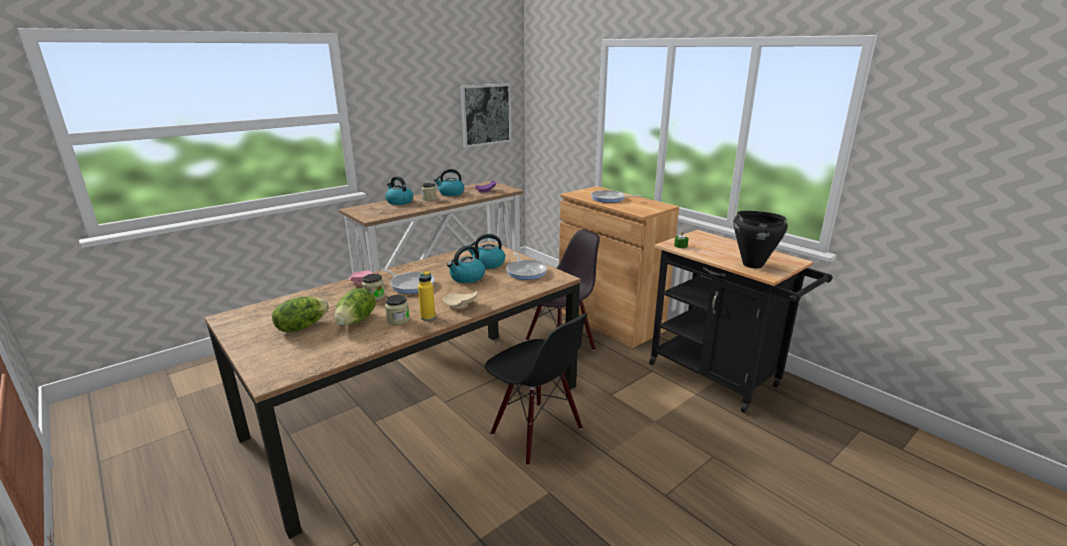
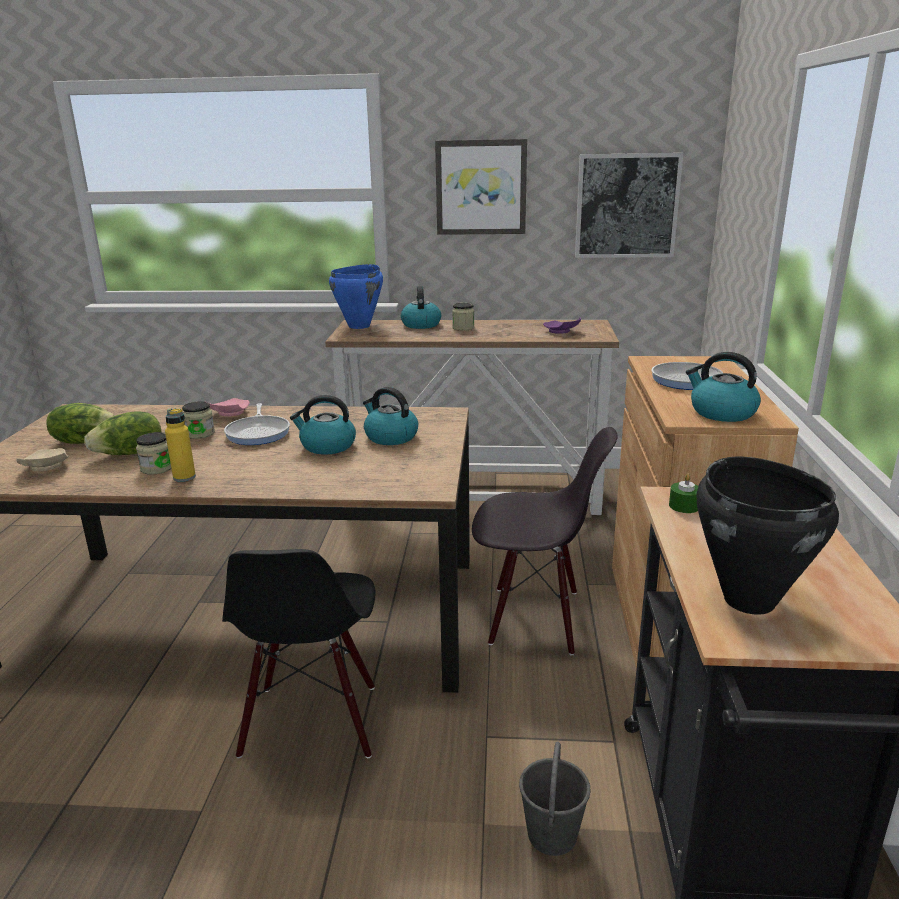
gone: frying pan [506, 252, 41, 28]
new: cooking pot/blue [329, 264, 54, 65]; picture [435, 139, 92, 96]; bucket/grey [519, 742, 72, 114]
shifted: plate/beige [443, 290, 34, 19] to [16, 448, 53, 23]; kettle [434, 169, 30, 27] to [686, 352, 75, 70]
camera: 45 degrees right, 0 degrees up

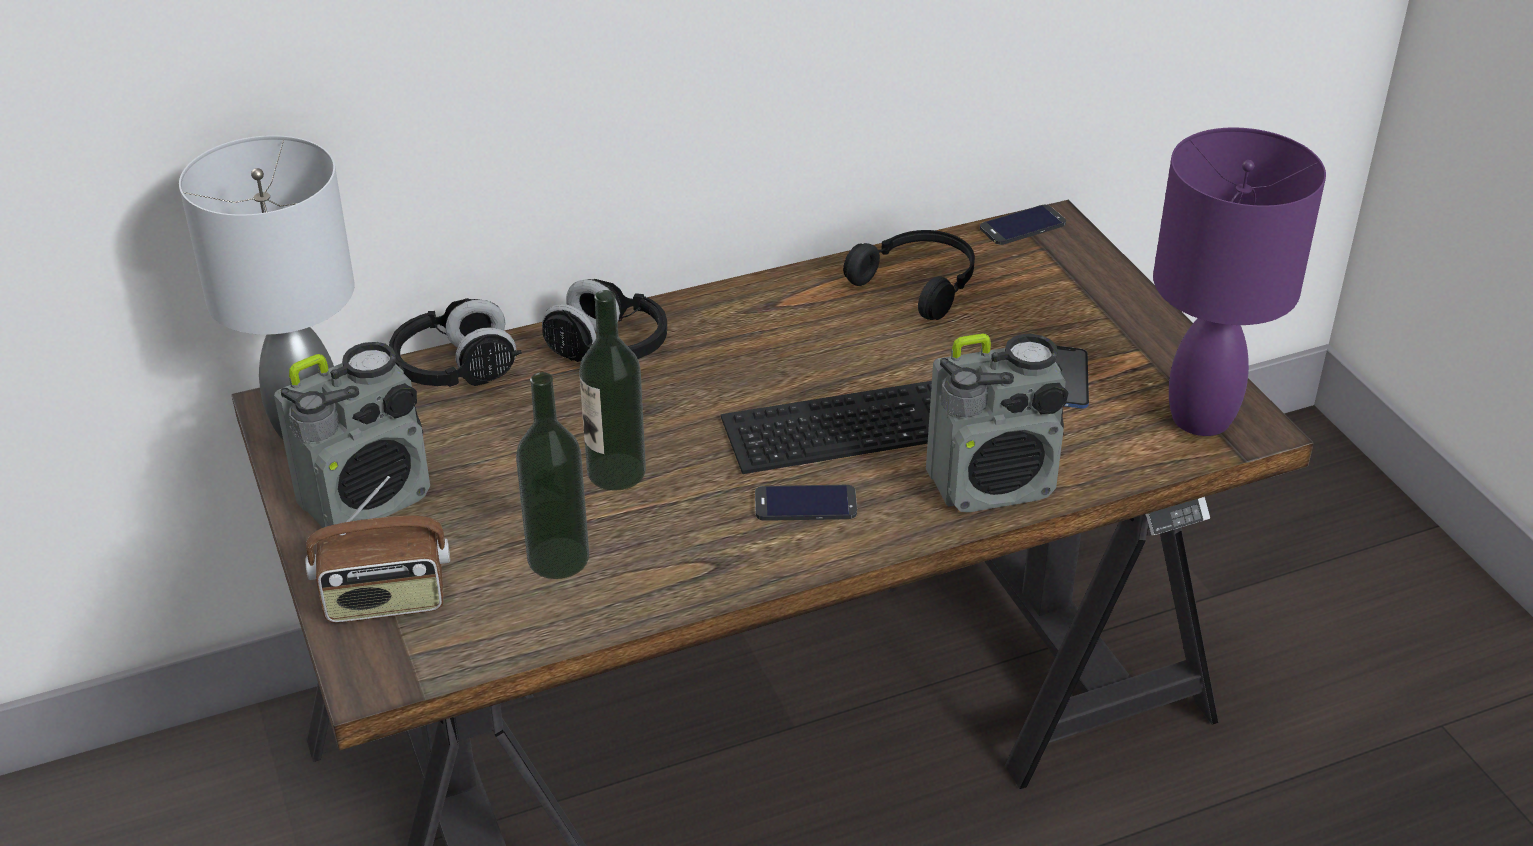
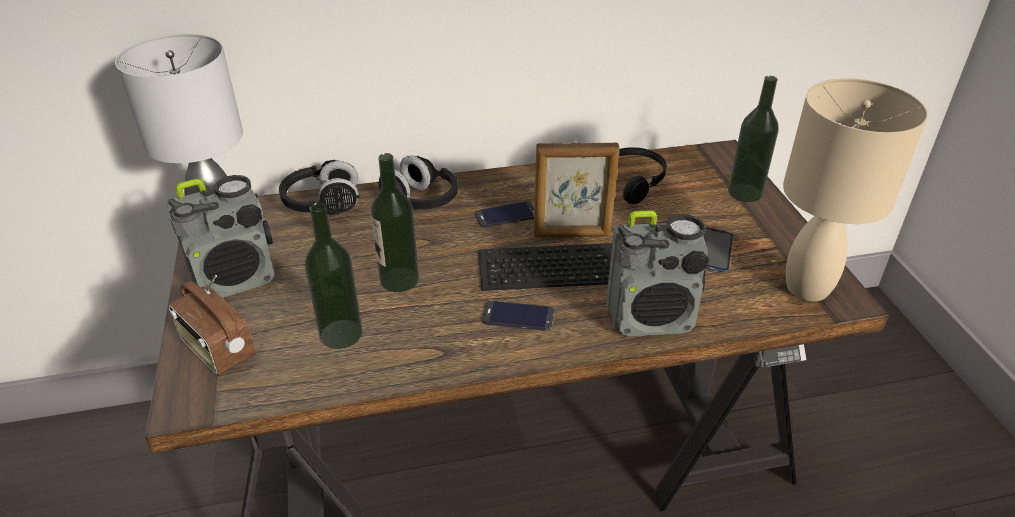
new: picture frame [534, 143, 86, 94]; bottle [728, 76, 51, 126]
shifted: phone [980, 205, 86, 40] to [475, 201, 59, 27]
repainted: table lamp/purple [1153, 128, 173, 308] to table lamp/beige [783, 78, 145, 224]
rotated: radio [305, 476, 145, 147] = [169, 275, 87, 100] 45 degrees clockwise
camera: 10 degrees right, 0 degrees up

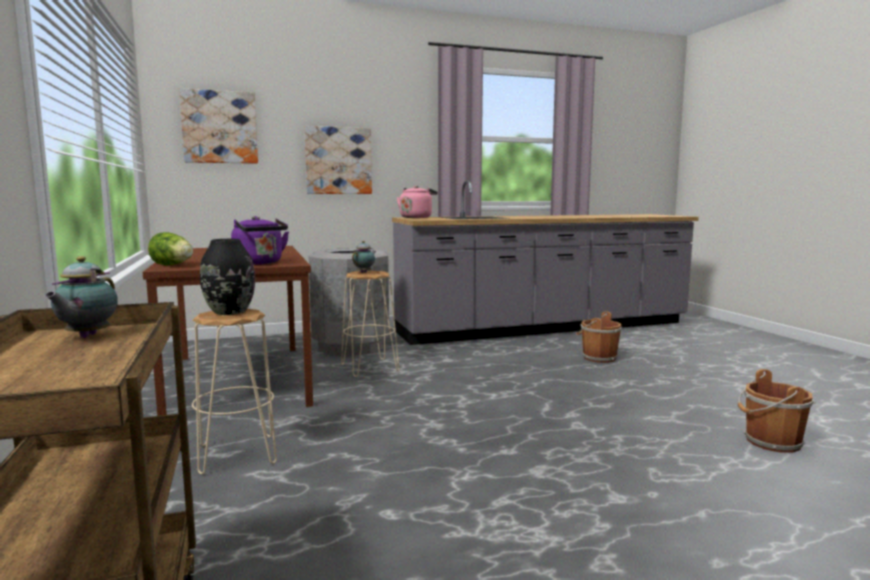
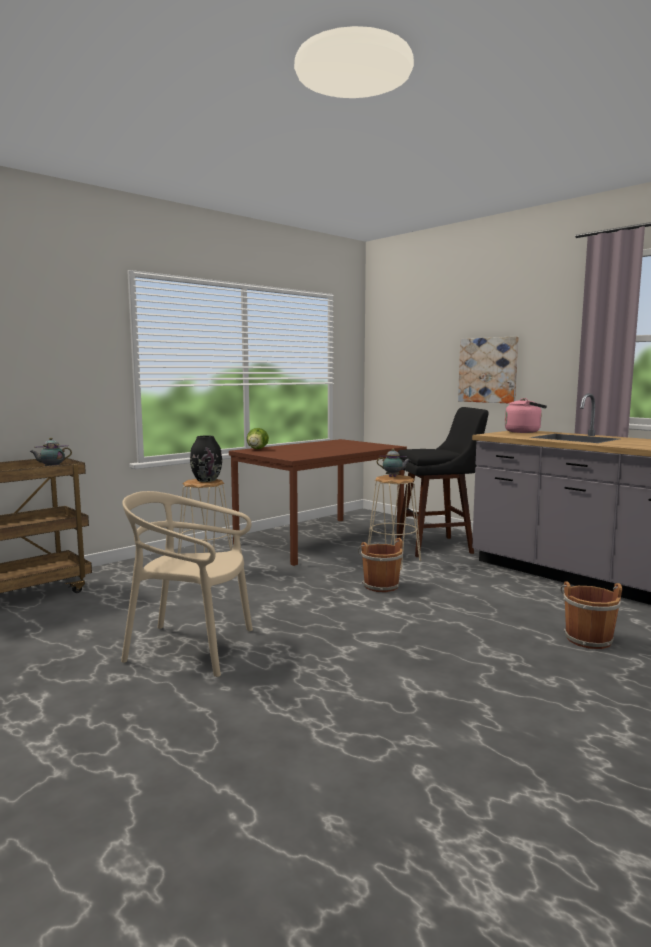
gone: picture [179, 88, 79, 76]; kettle/purple [231, 216, 58, 49]
new: chair/beige [121, 491, 132, 186]
shifted: bucket/brown [738, 369, 78, 84] to [358, 538, 45, 54]
swapped: trash can/grey [309, 248, 80, 108] to stool/black [397, 407, 92, 150]
camera: 65 degrees right, 0 degrees up

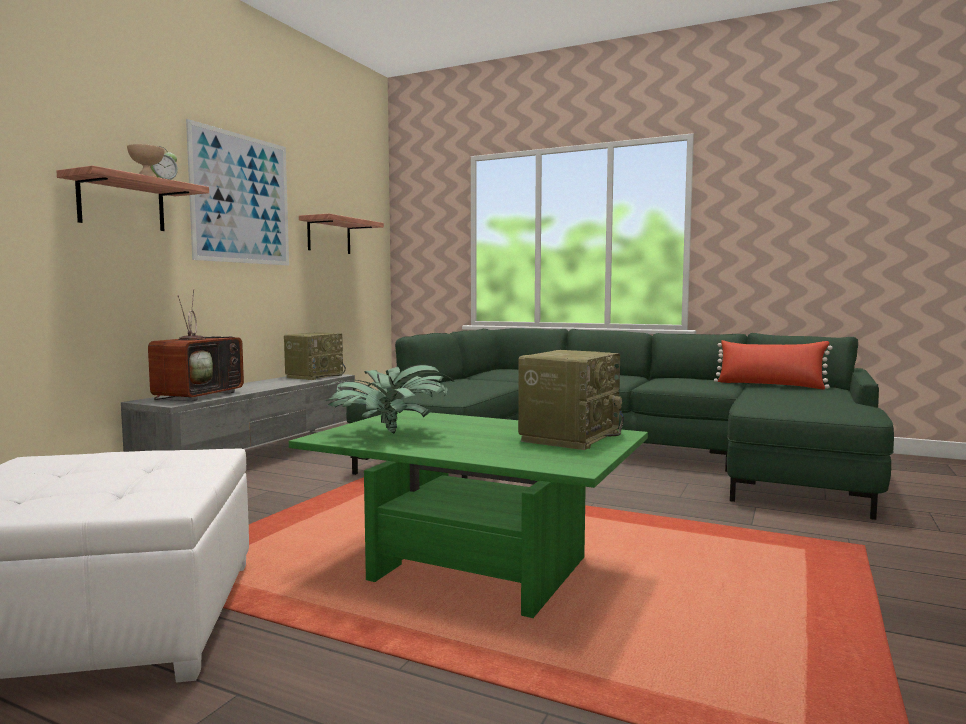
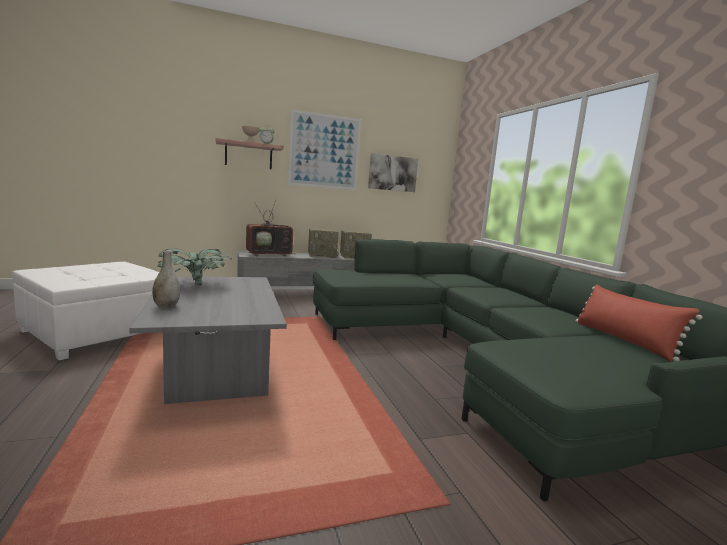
new: vase/grey [152, 251, 28, 57]
shifted: radio [518, 350, 106, 100] to [308, 228, 31, 30]
swapped: shelf [299, 214, 85, 40] to picture [368, 153, 50, 39]
repainted: coffee table/green [289, 410, 359, 208] to coffee table/grey [129, 276, 158, 128]
camera: 45 degrees right, 5 degrees up

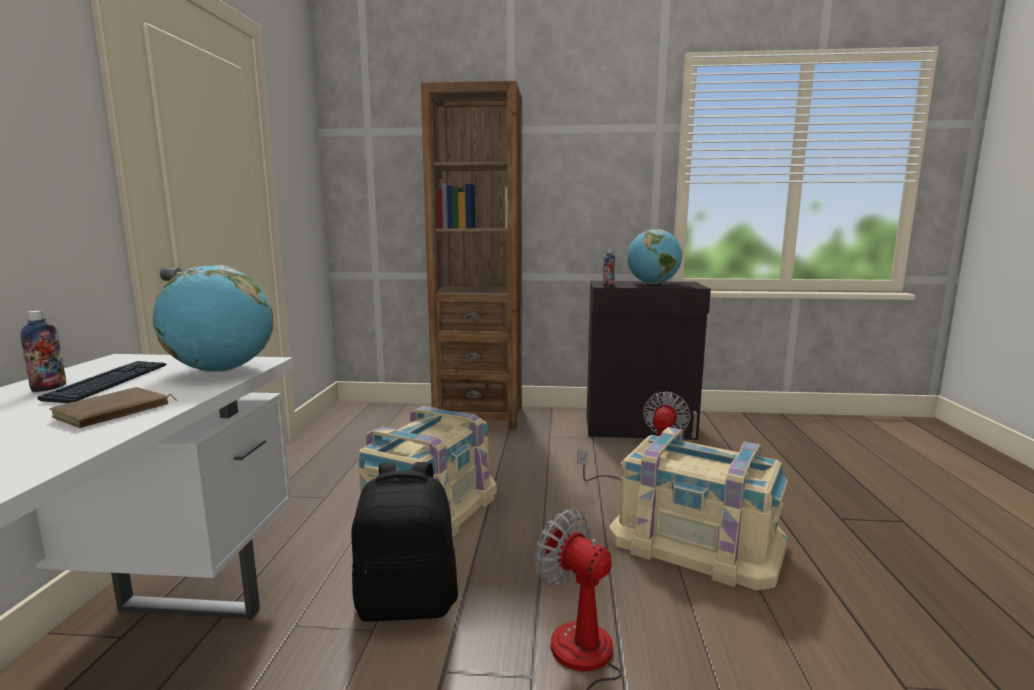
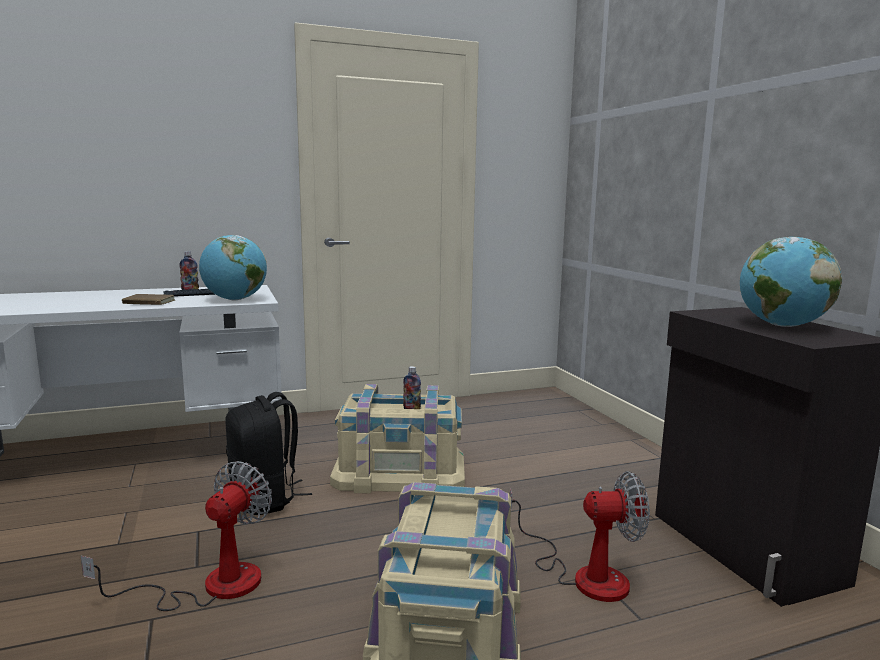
gone: bookcase/brown [421, 81, 101, 349]
shifted: bottle [603, 249, 12, 38] to [403, 366, 18, 43]
camera: 65 degrees right, 0 degrees up

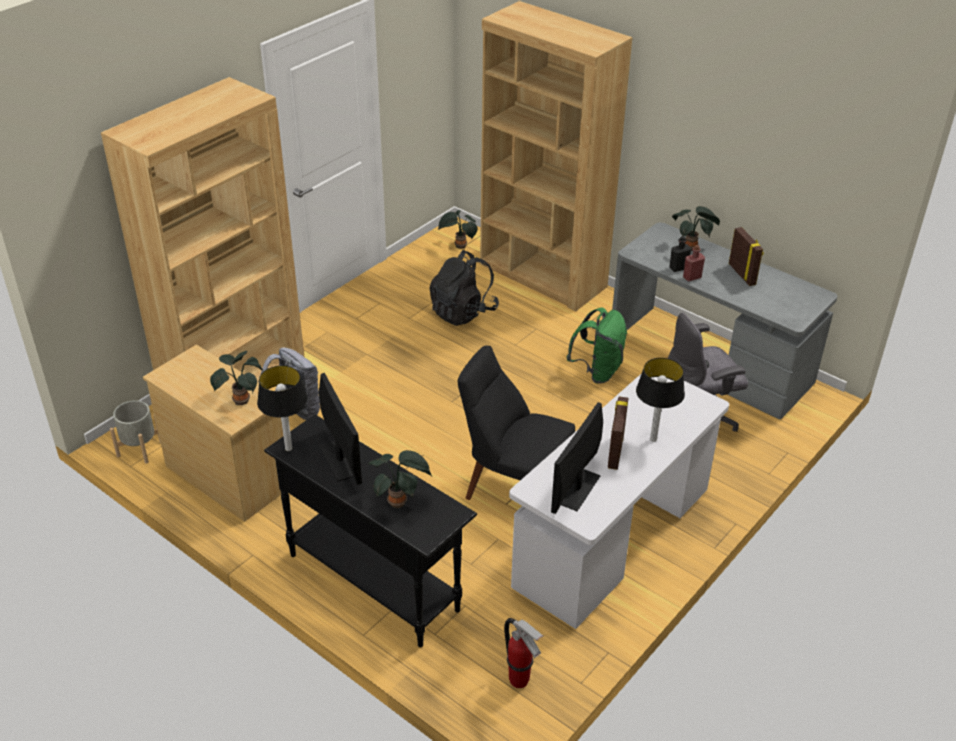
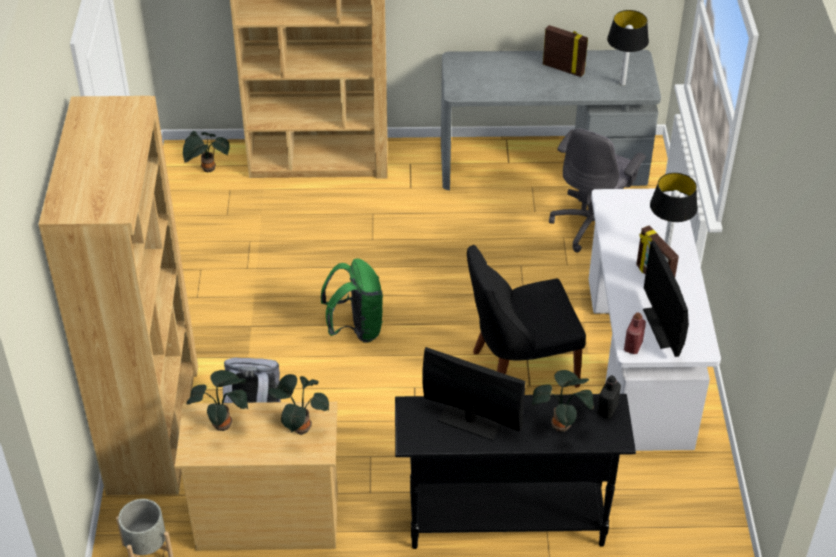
gone: backpack/black [429, 250, 70, 76]; fire extinguisher [504, 618, 40, 70]
shifted: potted plant [672, 206, 48, 45] to [187, 370, 61, 61]; backpack/green [567, 307, 60, 77] to [321, 258, 62, 85]; bottle/black [669, 236, 22, 36] to [597, 375, 24, 43]; table lamp [257, 365, 51, 86] to [607, 10, 42, 76]; bottle/red [683, 245, 22, 36] to [624, 312, 22, 42]
camera: 40 degrees left, 5 degrees up

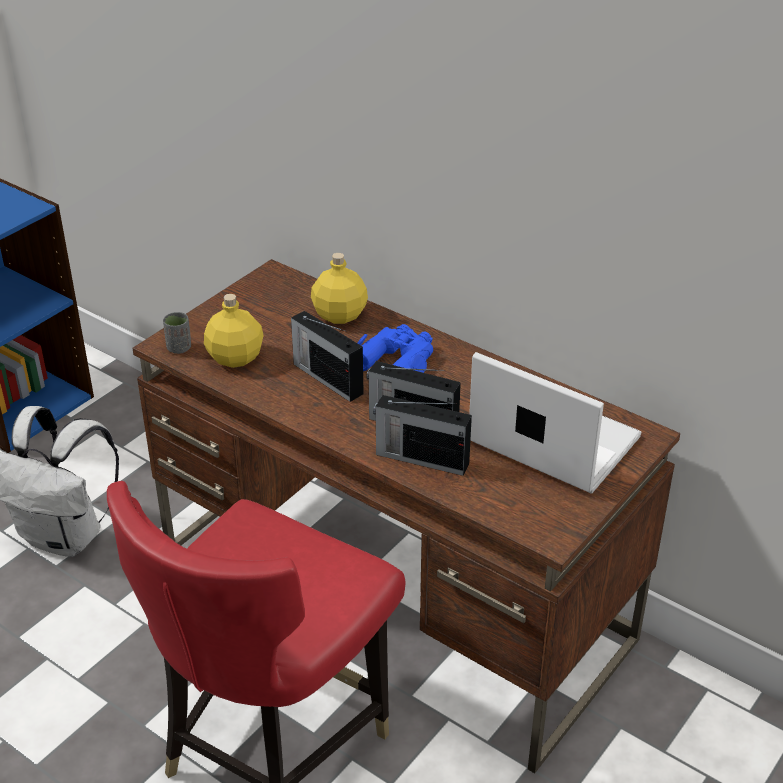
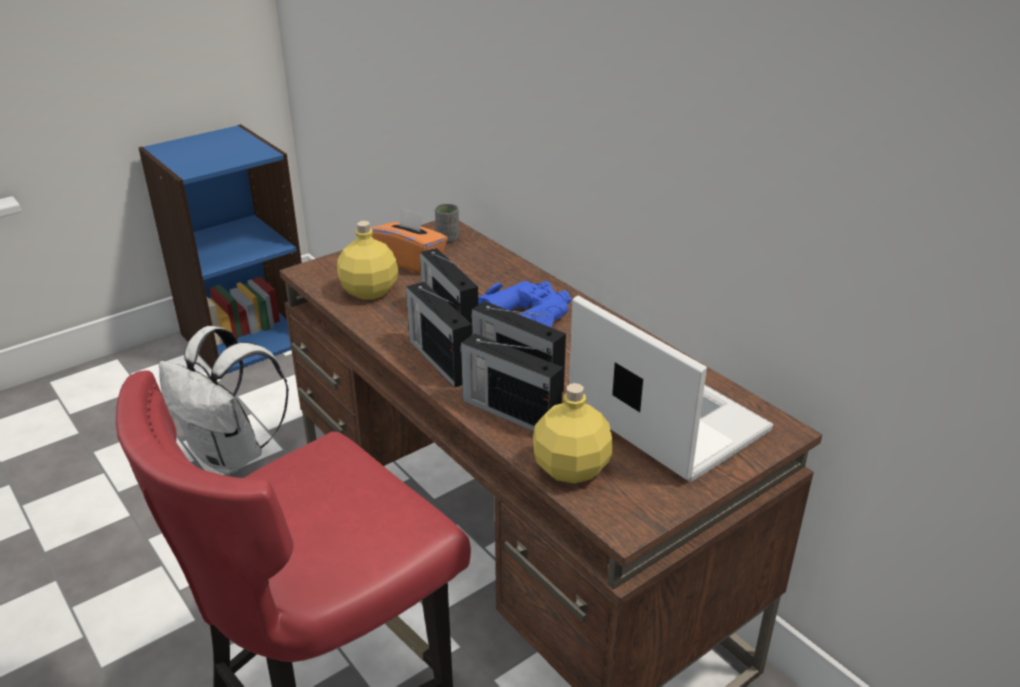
new: tissue box/orange [371, 207, 77, 66]; radio [406, 282, 66, 105]
shifted: cup/grey [163, 312, 28, 42] to [435, 203, 24, 40]; bottle/yellow [311, 253, 57, 71] to [533, 383, 80, 101]
camera: 15 degrees right, 5 degrees down

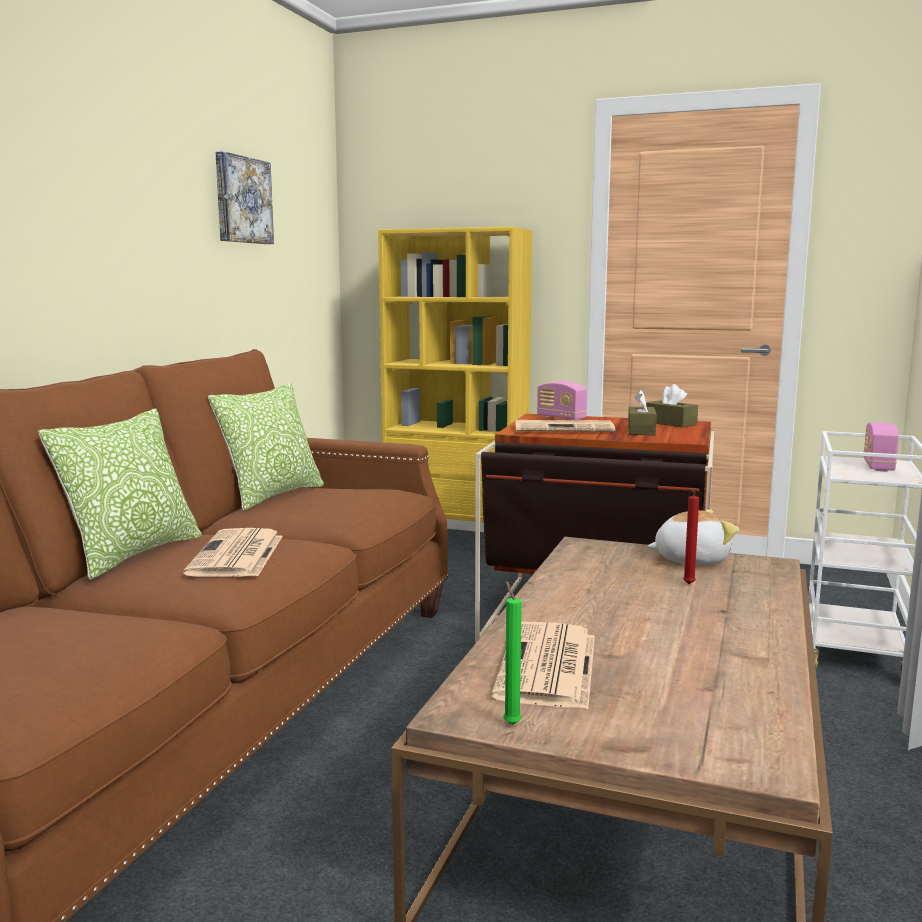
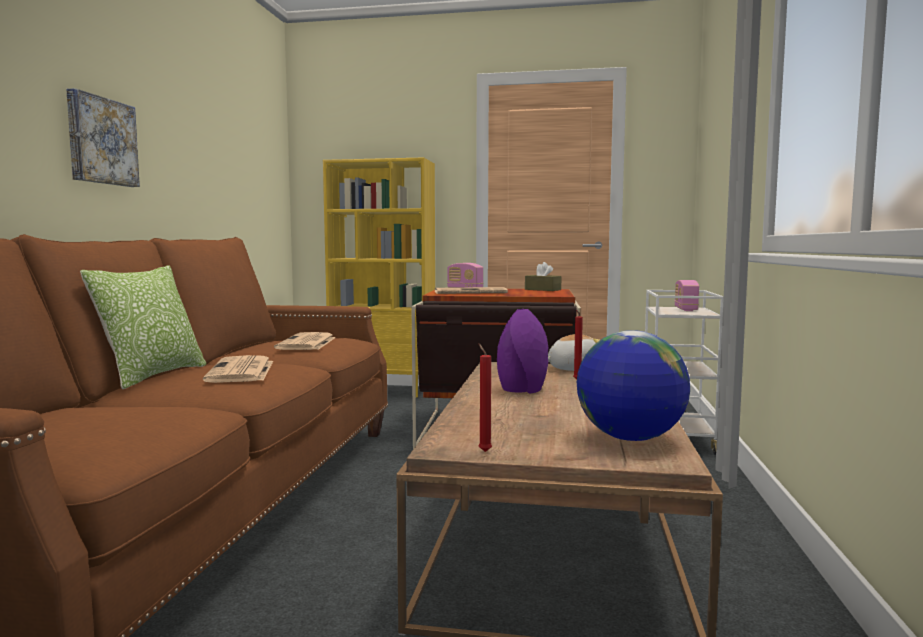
gone: pillow [208, 383, 116, 128]; tissue box/brown [628, 390, 29, 45]
new: vase/purple [497, 309, 51, 84]; globe [577, 330, 113, 111]
shifted: picture [215, 151, 59, 93] to [66, 88, 74, 99]; newspaper [492, 621, 103, 88] to [274, 332, 62, 18]
repainted: candle/green [503, 581, 19, 144] to candle/red [479, 344, 13, 108]
camera: 10 degrees left, 5 degrees down

